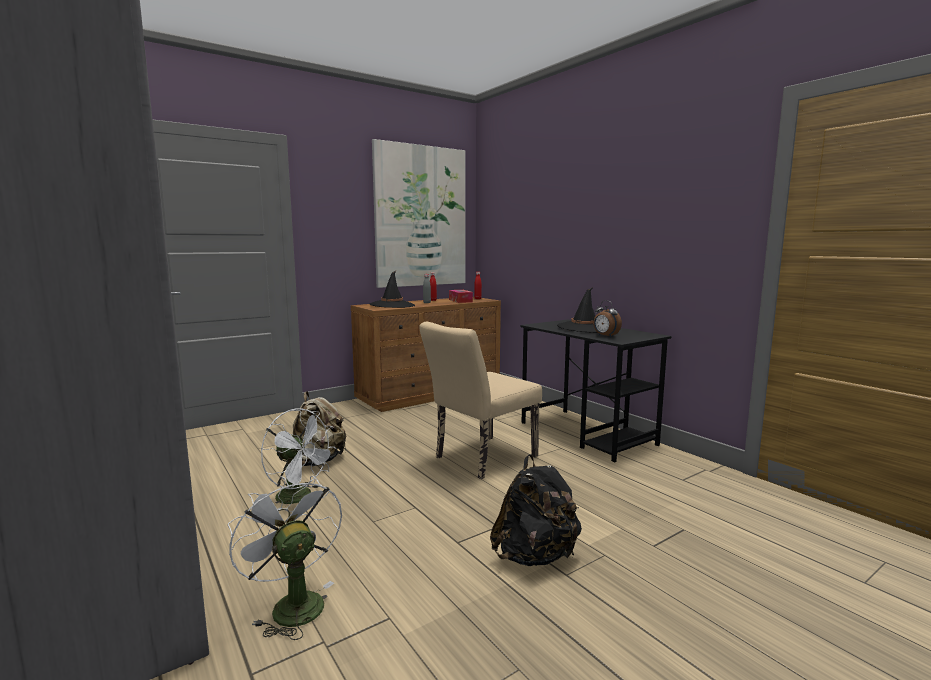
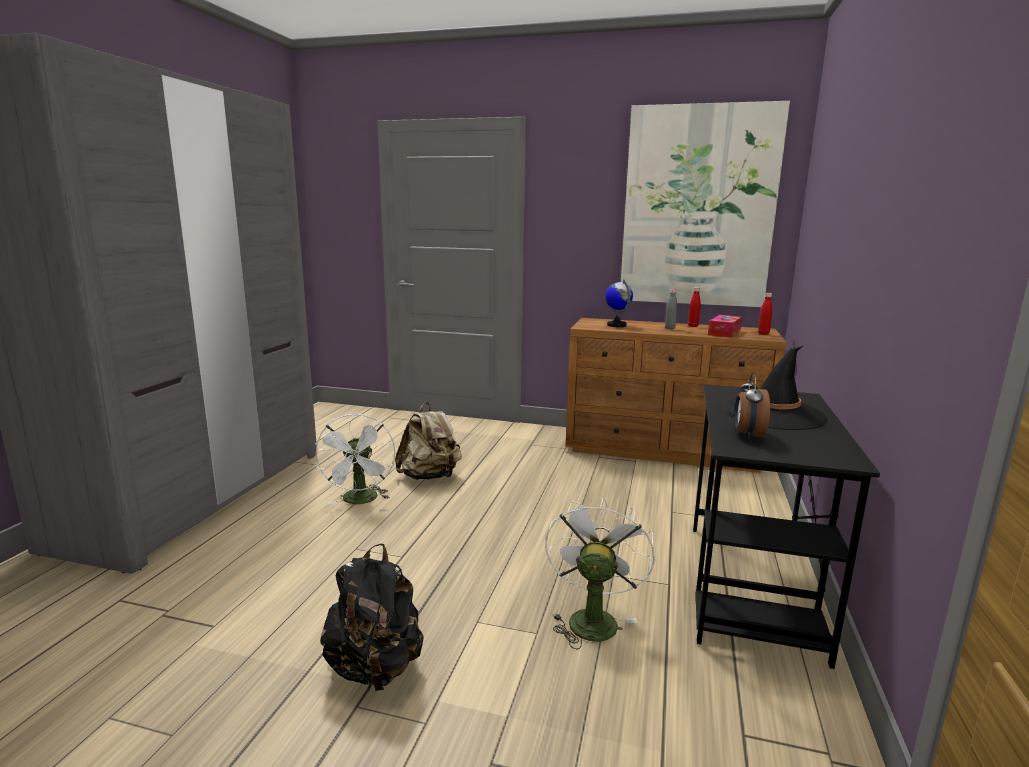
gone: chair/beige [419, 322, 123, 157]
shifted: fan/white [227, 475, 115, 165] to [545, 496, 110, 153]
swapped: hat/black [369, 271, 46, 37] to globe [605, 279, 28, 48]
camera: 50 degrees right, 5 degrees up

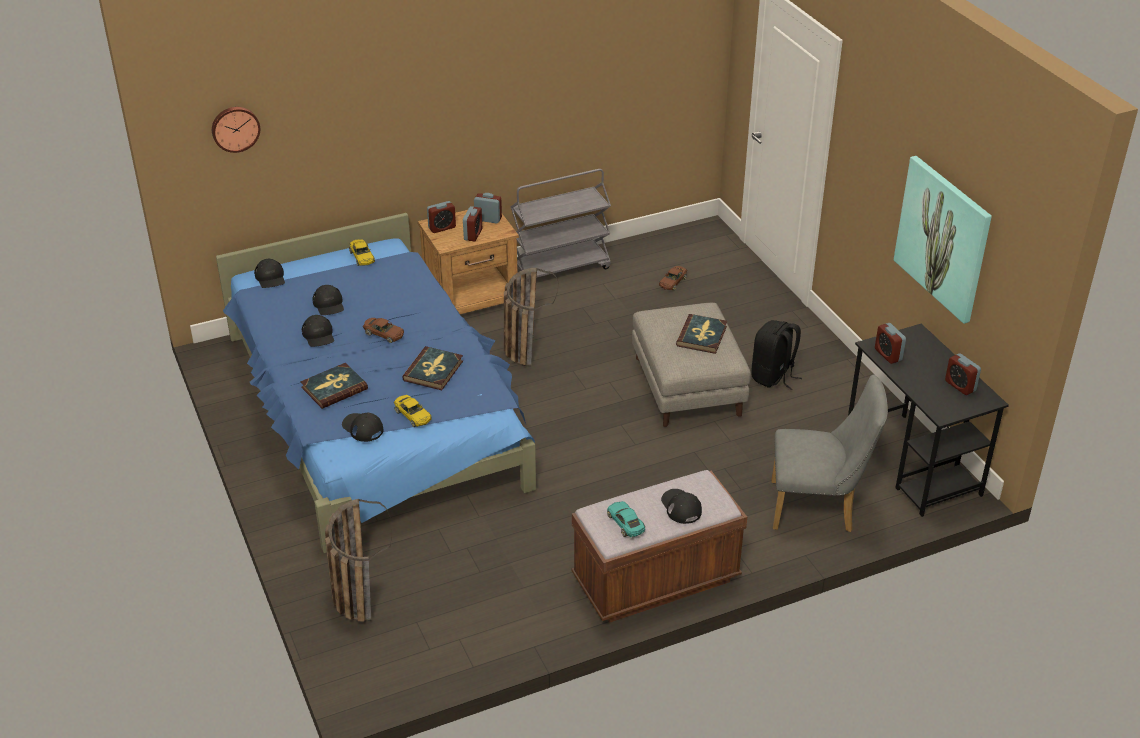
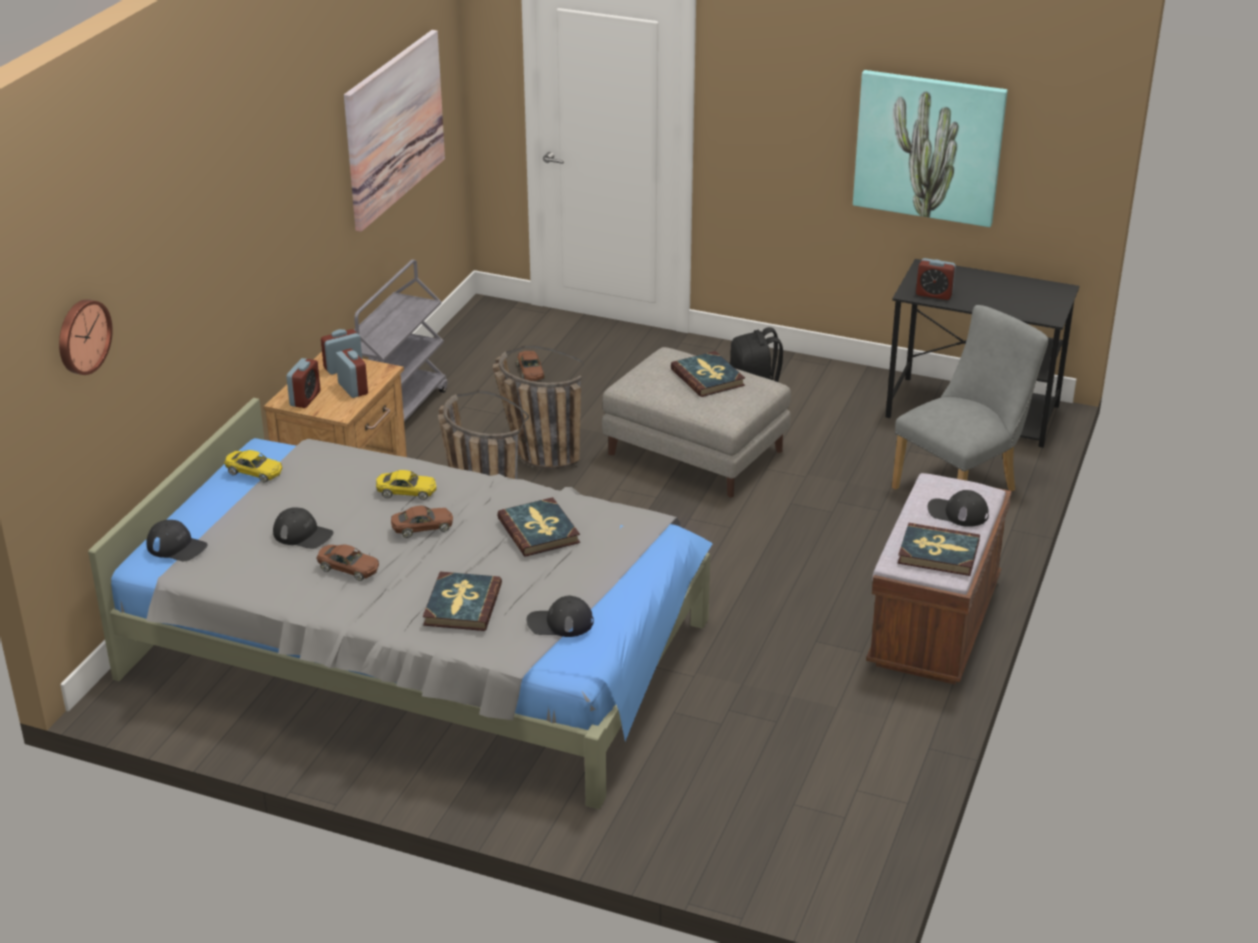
gone: alarm clock [945, 353, 36, 42]
new: picture [344, 30, 101, 202]
shifted: toy car/yellow [394, 395, 38, 32] to [376, 470, 61, 30]; basket [325, 499, 67, 123] to [493, 346, 91, 123]
swapped: cap/black [302, 315, 32, 32] to toy car/brown [316, 544, 63, 37]; toy car/turquoise [607, 501, 38, 36] to book [898, 523, 82, 53]
repainted: bed/blue [216, 213, 320, 340] to bed/grey [88, 398, 624, 411]
camera: 45 degrees left, 5 degrees down

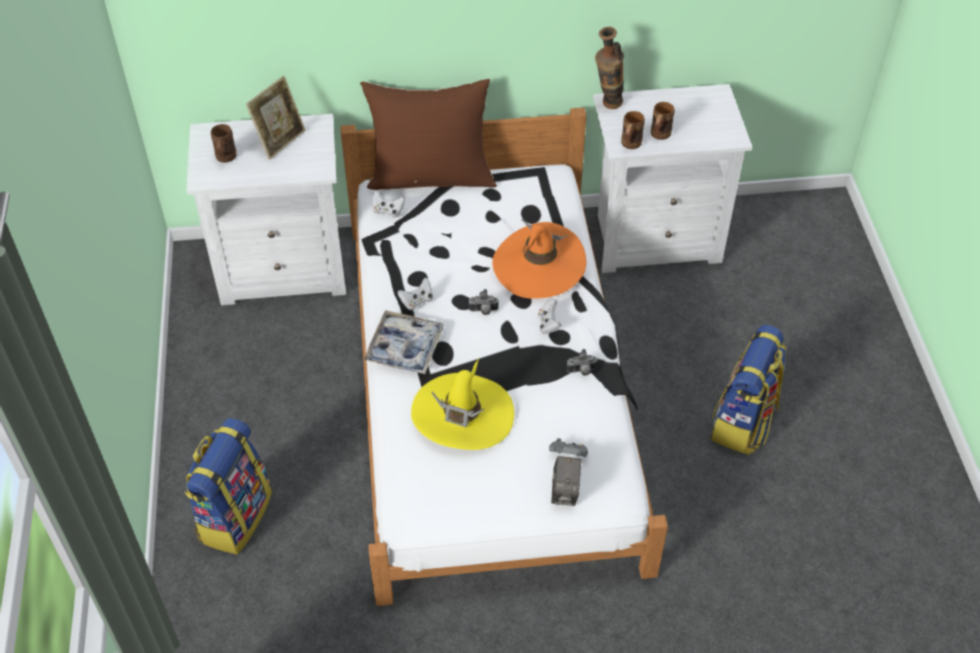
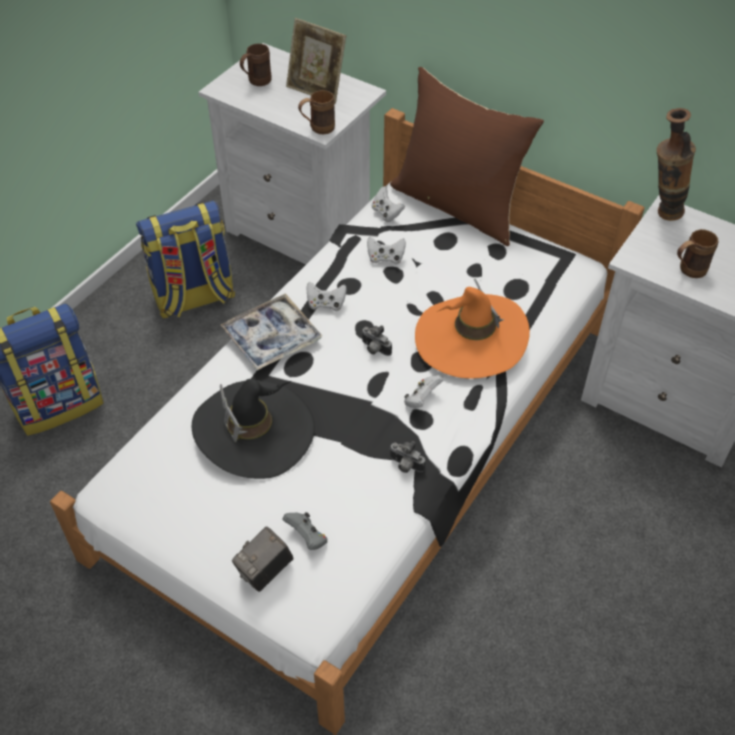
new: game controller/white [367, 237, 39, 27]
shifted: backpack [711, 325, 75, 130] to [136, 201, 99, 117]; mug/brown [621, 111, 24, 38] to [298, 90, 37, 44]
repainted: hat/yellow [411, 359, 103, 91] to hat/black [192, 379, 123, 100]
rotated: picture frame [246, 76, 60, 83] = [286, 18, 60, 86] 45 degrees clockwise
camera: 40 degrees right, 0 degrees up

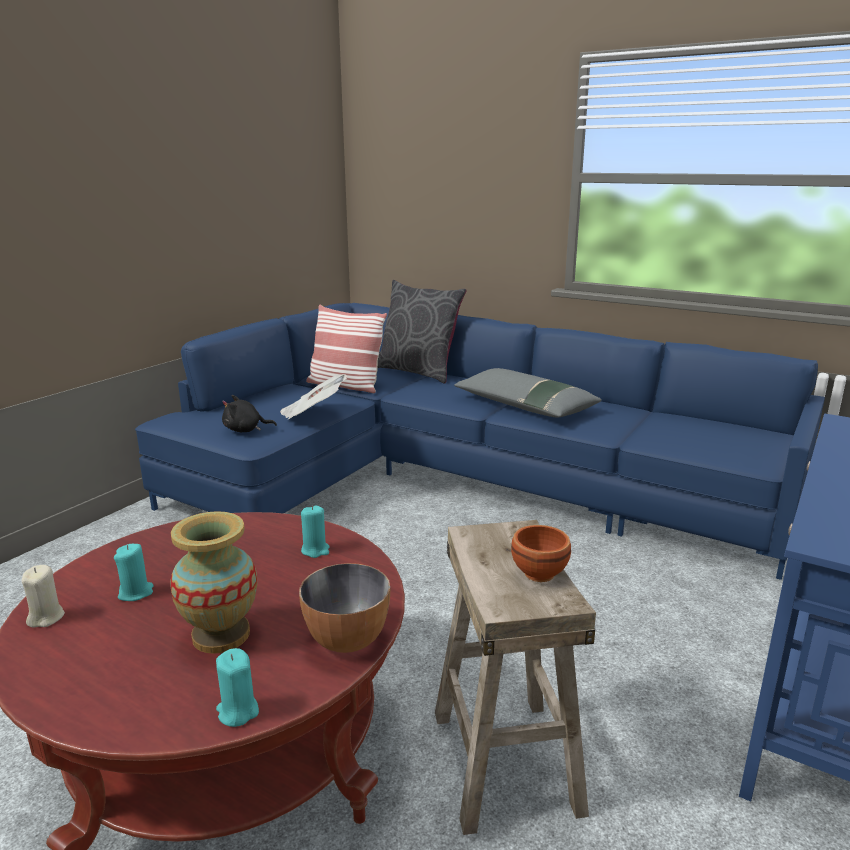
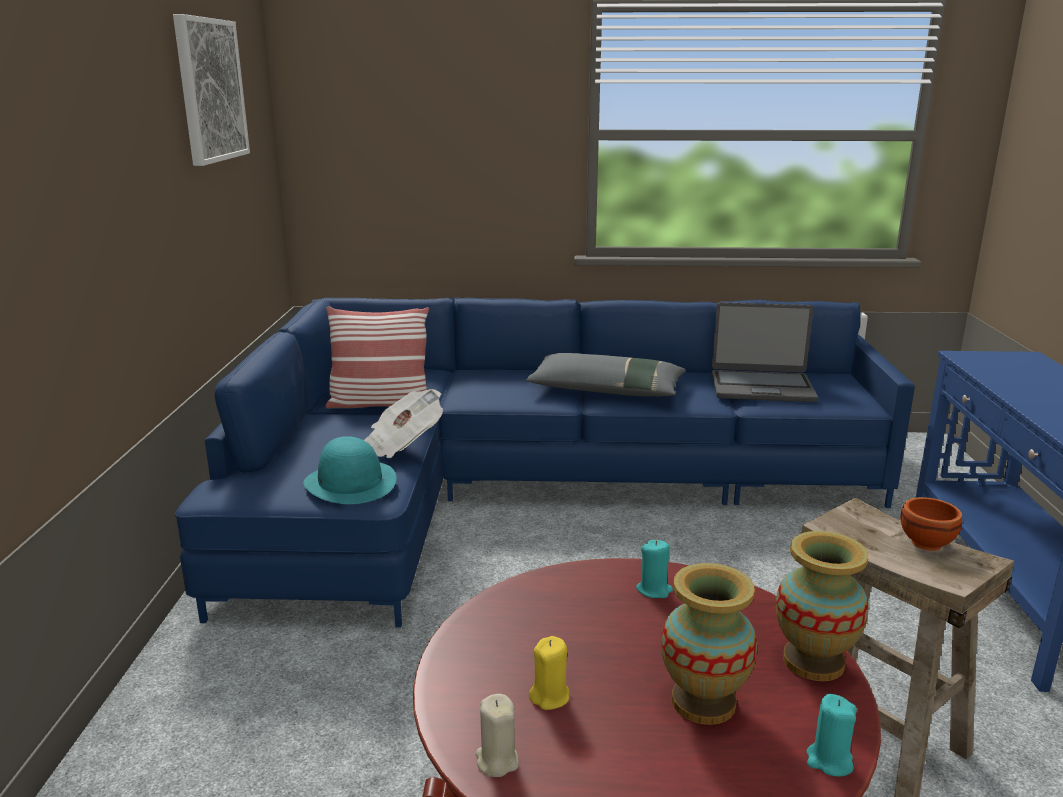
gone: pillow/grey [378, 280, 88, 104]
new: picture [173, 14, 77, 152]; laptop [712, 302, 106, 100]
swapped: plush toy/black [222, 395, 55, 37] to hat/turquoise [303, 436, 94, 68]; bowl [299, 563, 91, 90] to vase [776, 531, 92, 150]
repainted: candle/turquoise [114, 544, 40, 57] to candle/yellow [529, 636, 41, 74]
camera: 30 degrees left, 0 degrees up

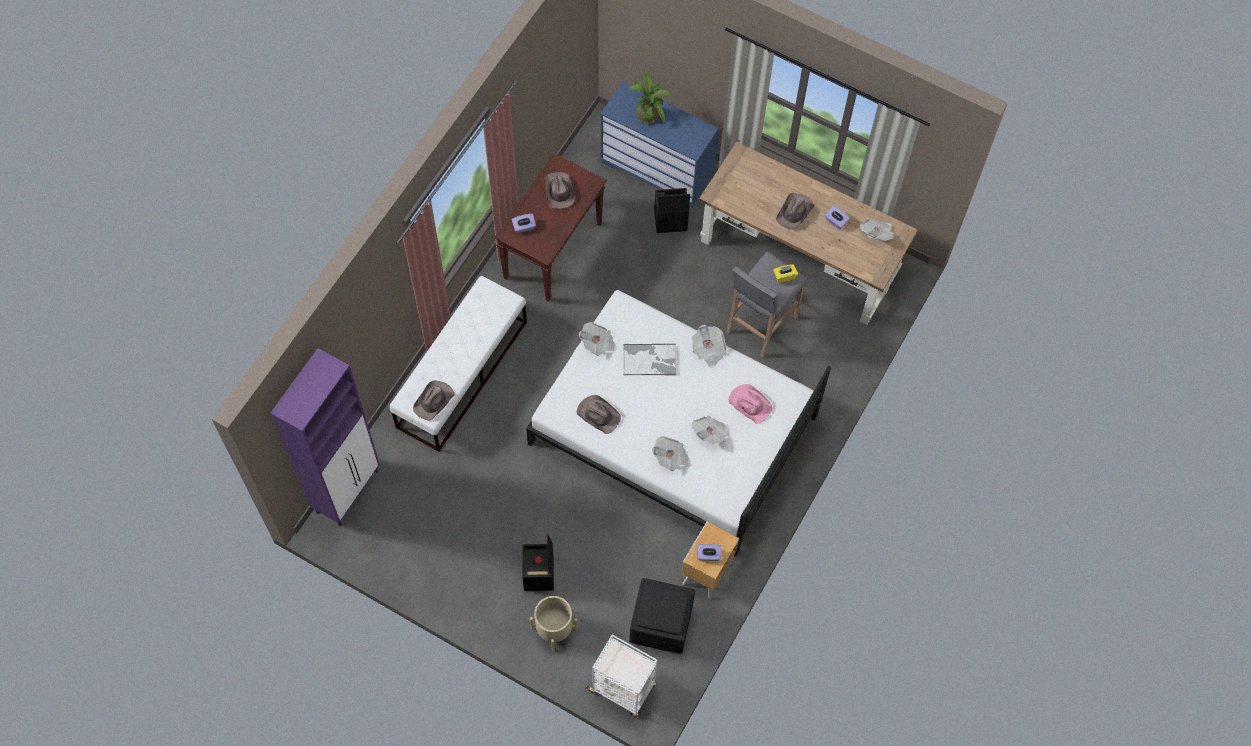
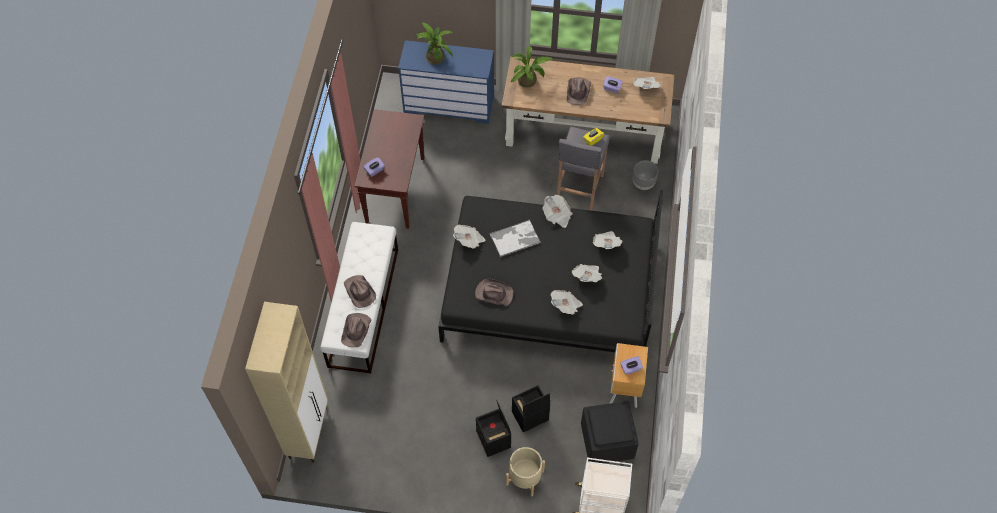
new: potted plant [510, 46, 43, 42]; planter/grey [633, 160, 25, 30]
shifted: hat/brown [545, 172, 30, 37] to [343, 275, 33, 33]; storage box/black [654, 188, 36, 45] to [512, 385, 38, 47]
swapped: hat/pink [728, 384, 44, 39] to newspaper [593, 231, 30, 18]
repainted: cabinet/purple [270, 348, 110, 178] to cabinet/beige [245, 302, 83, 160]; bed/white [526, 290, 305, 267] to bed/black [438, 190, 225, 162]
camera: 20 degrees left, 5 degrees down

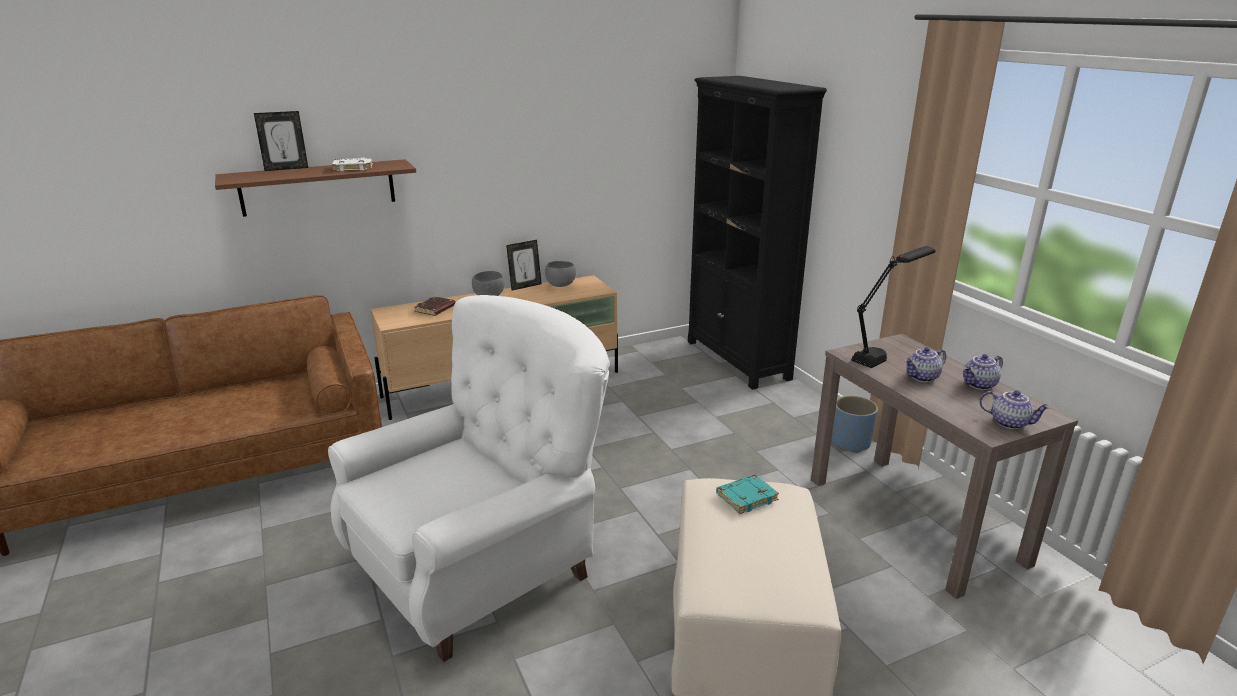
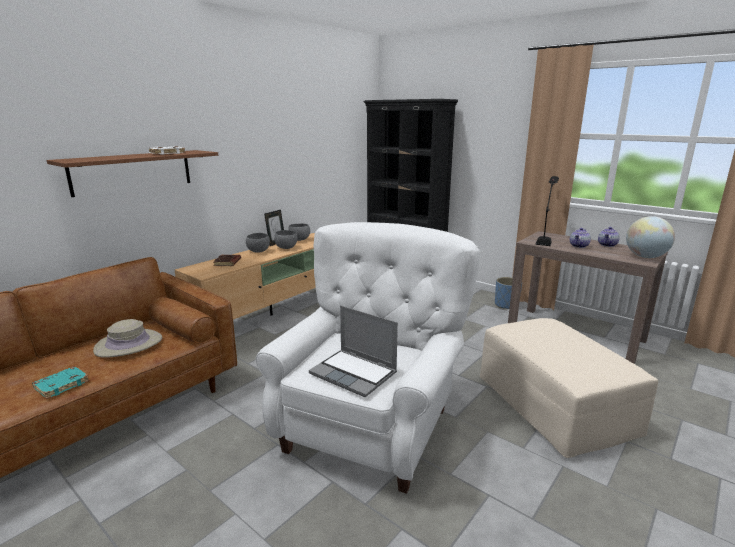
gone: picture frame [254, 111, 54, 60]
new: hat/beige [93, 319, 69, 39]; bowl/grey [274, 230, 23, 19]; laptop [309, 305, 89, 92]
shifted: book/turquoise [716, 475, 63, 39] to [32, 366, 57, 33]
swapped: teapot [979, 390, 72, 39] to globe [626, 216, 49, 42]
camera: 25 degrees left, 5 degrees down

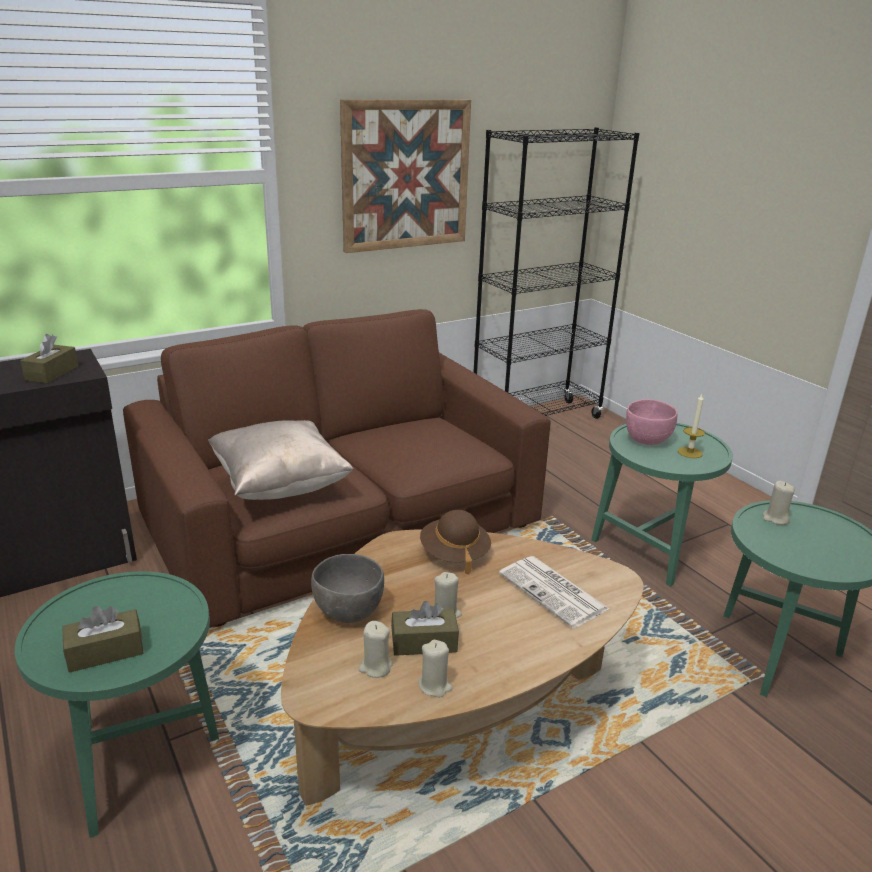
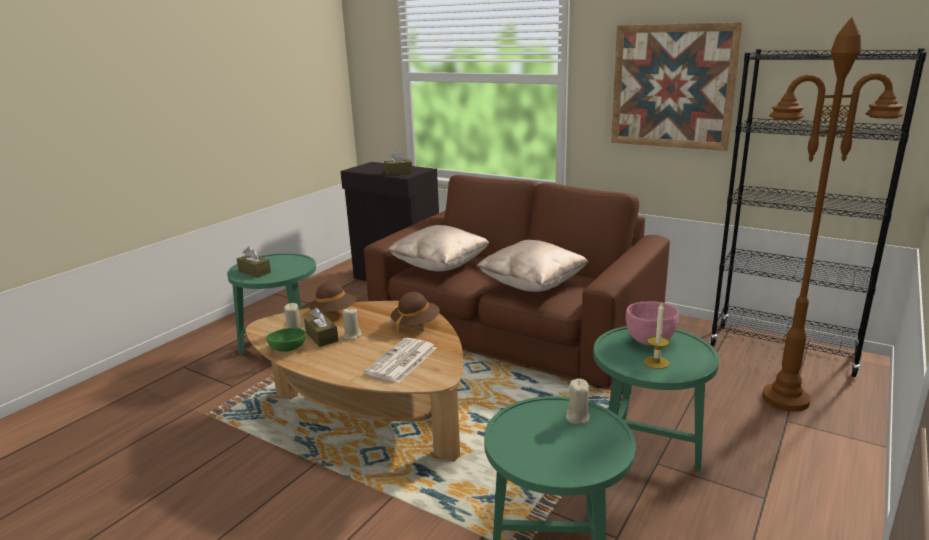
new: pillow/beige [476, 240, 112, 52]; floor lamp/brown [762, 17, 141, 395]
swapped: candle/beige [418, 640, 34, 57] to bowl/green [266, 328, 40, 24]; bowl/grey [311, 554, 73, 69] to hat/brown [310, 282, 47, 30]
camera: 65 degrees right, 5 degrees down

